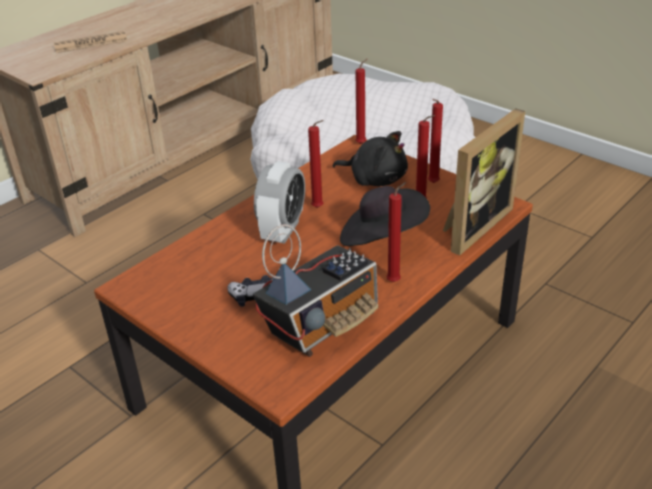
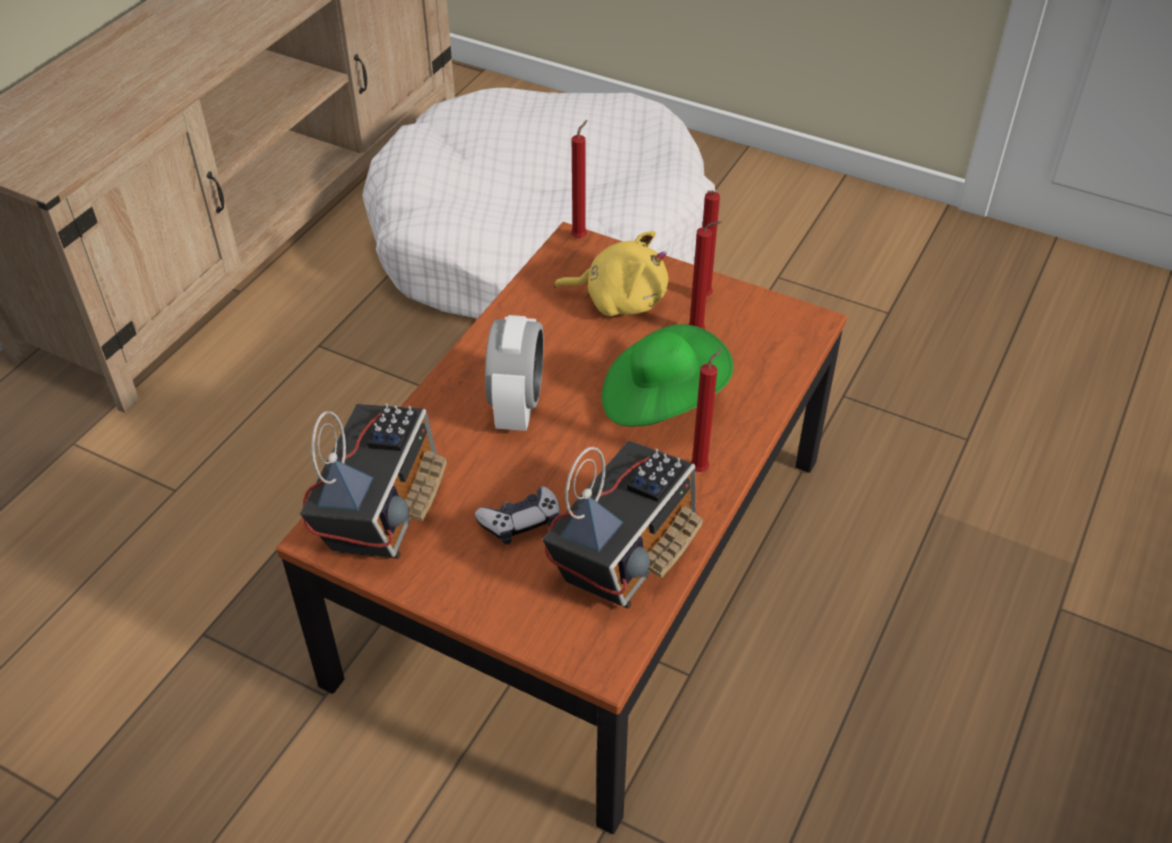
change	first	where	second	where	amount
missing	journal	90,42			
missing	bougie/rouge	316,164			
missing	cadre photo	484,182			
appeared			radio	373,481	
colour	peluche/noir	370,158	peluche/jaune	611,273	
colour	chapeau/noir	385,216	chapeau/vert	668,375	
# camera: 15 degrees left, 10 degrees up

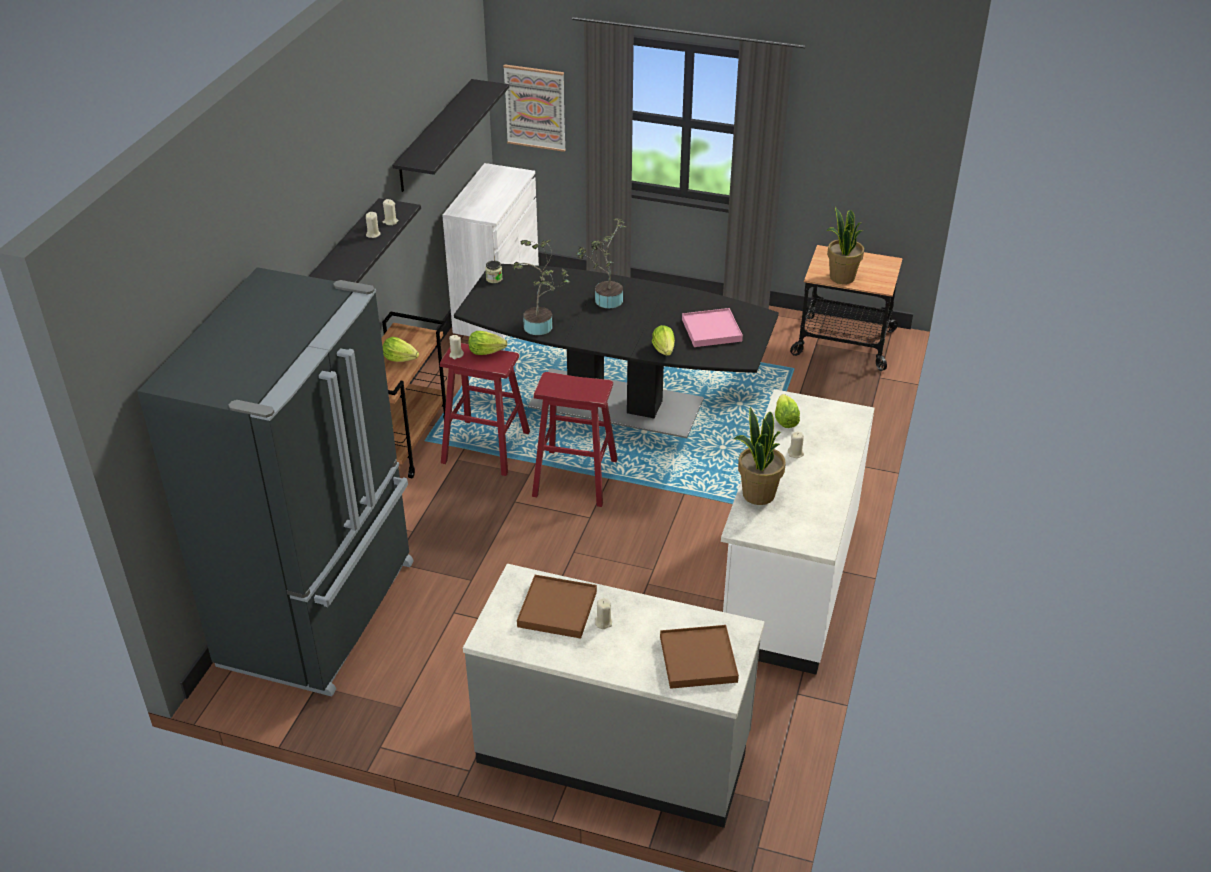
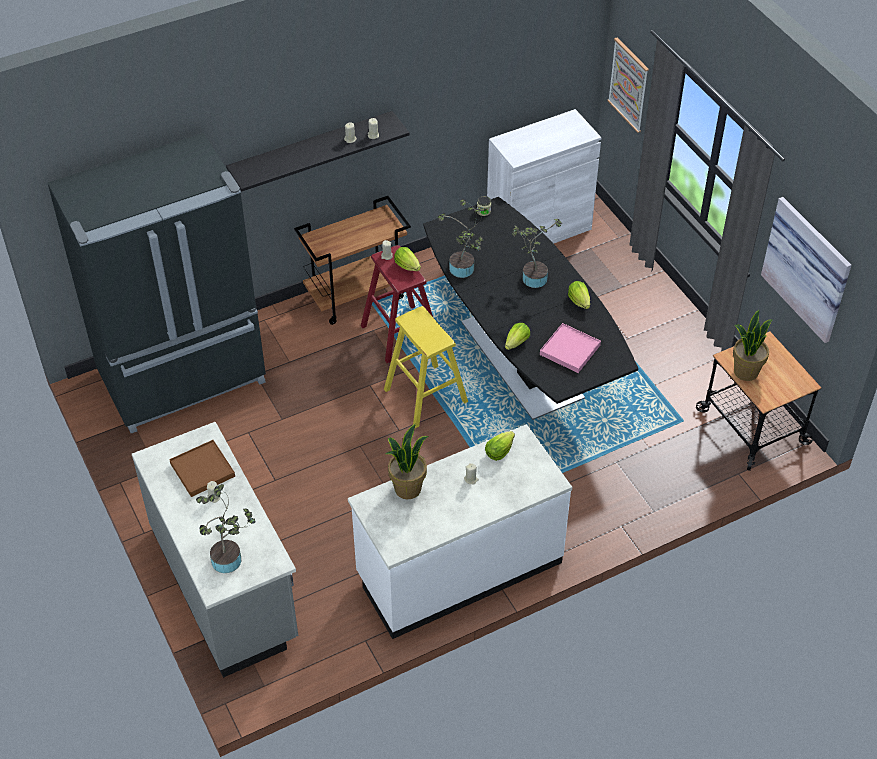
change	first	where	second	where	amount
missing	étagère/noir	450,135			
appeared			tableau	806,270	
relocated	laitue	401,349		579,295	
exchanged	plateau/marron	699,657	plante en pot	225,528	
colour	tabouret/rouge	575,439	tabouret/jaune	426,367	
# camera: 45 degrees right, 10 degrees up

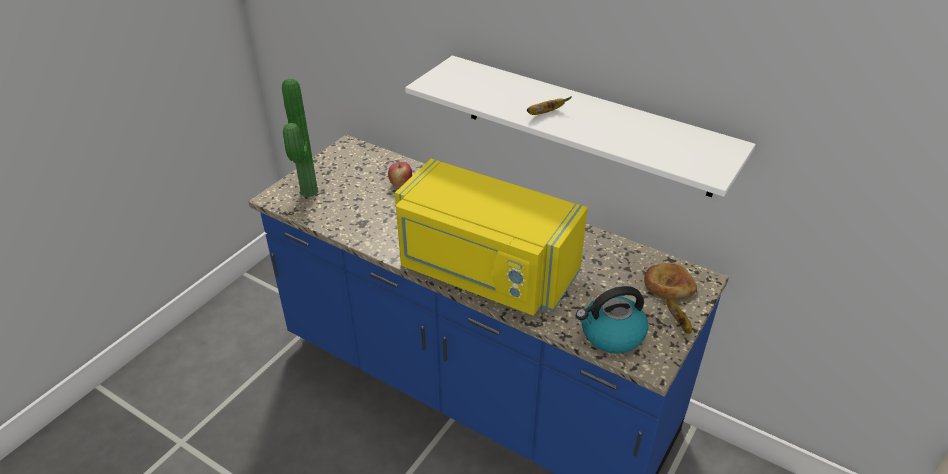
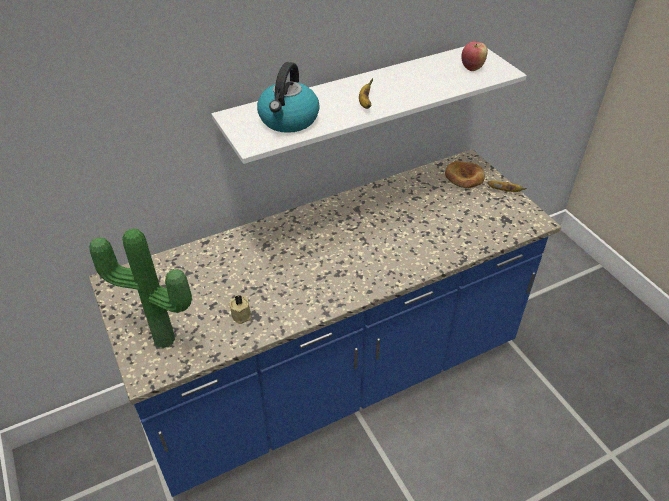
change	first	where	second	where	amount
missing	micro-ondes/jaune	491,237			
appeared			bougie/beige	240,309	
relocated	pomme	400,174		474,56	
relocated	bouilloire	612,320		288,97	
# camera: 60 degrees left, 5 degrees up

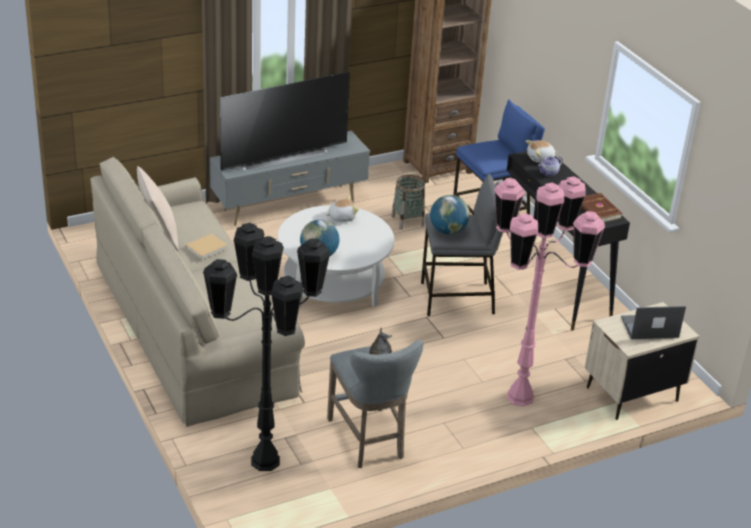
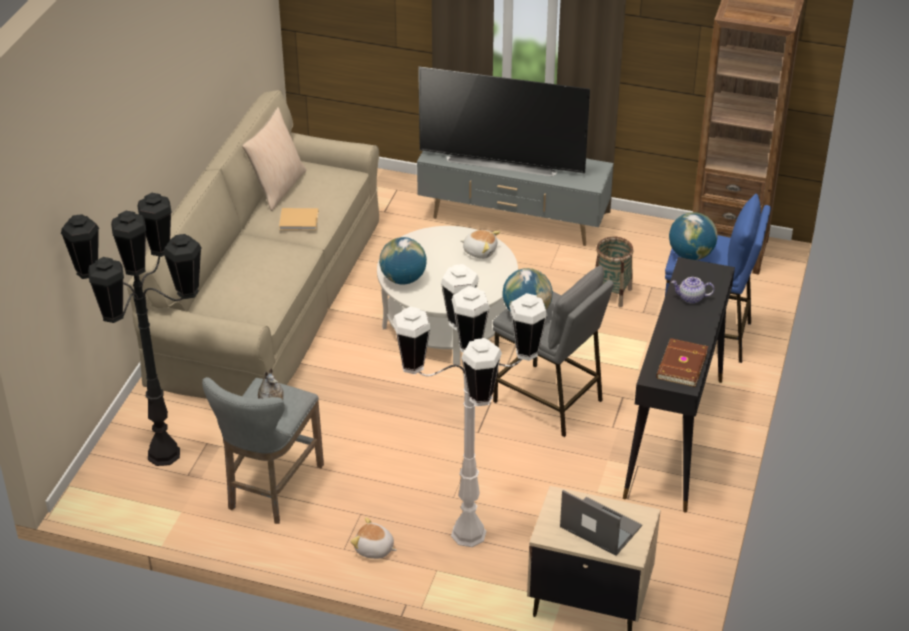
change	first	where	second	where	amount
appeared			globe	693,236	
relocated	peluche	541,151		373,538	
colour	lampadaire/rose	549,291	lampadaire/blanc	470,405	
# camera: 45 degrees right, 5 degrees up

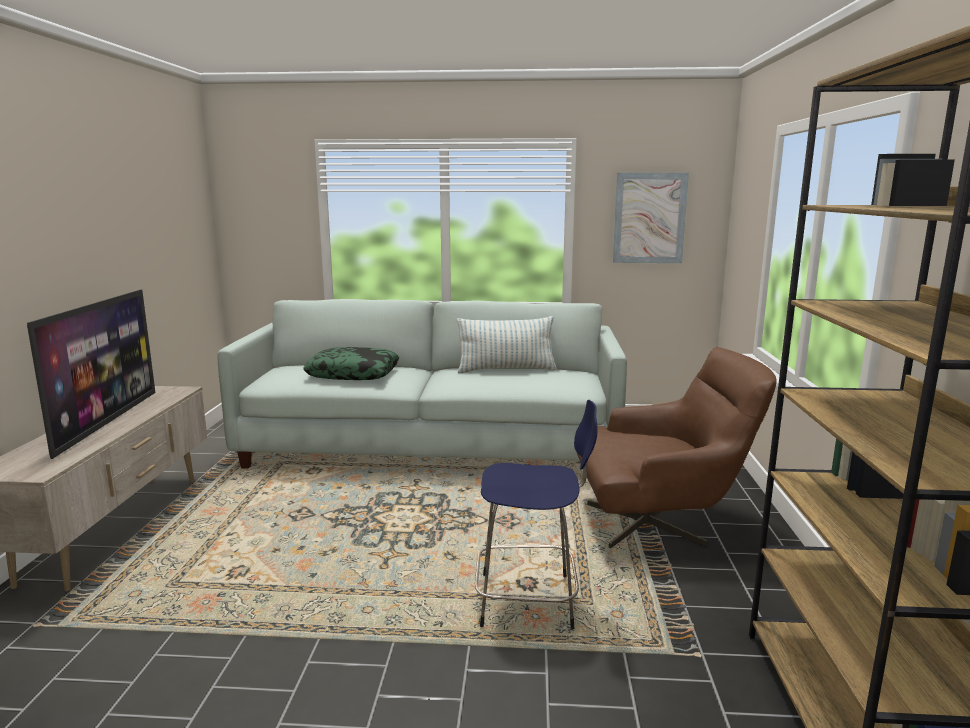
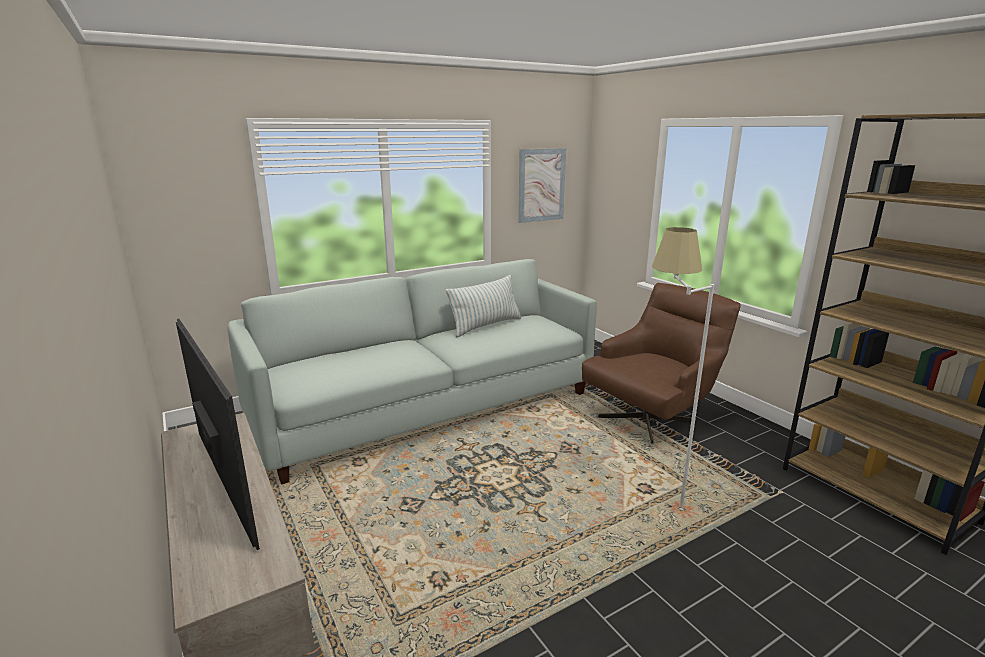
change	first	where	second	where	amount
missing	coussin	351,363			
exchanged	tabouret/bleu	536,514	lampadaire/blanc	683,367	
# camera: 35 degrees left, 5 degrees up

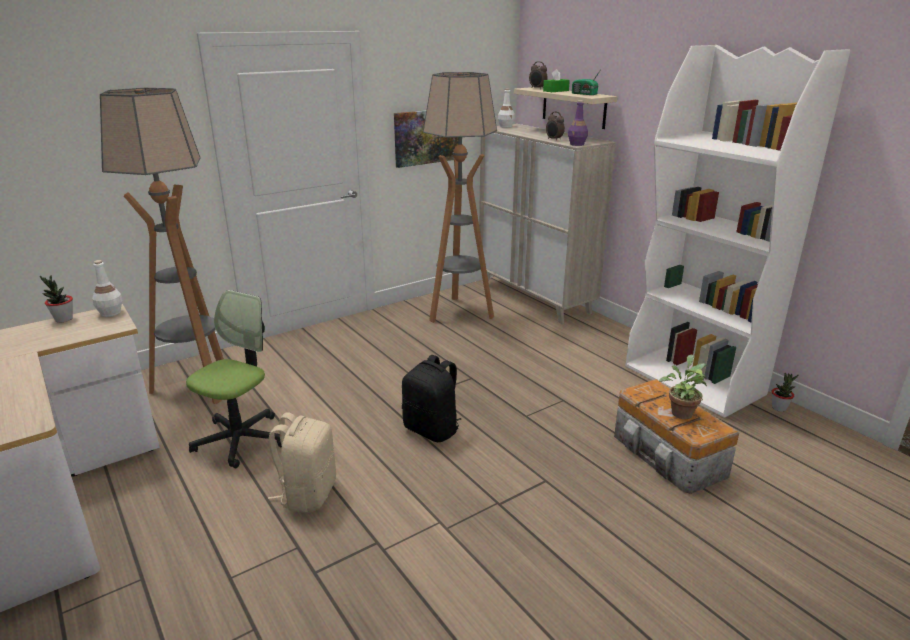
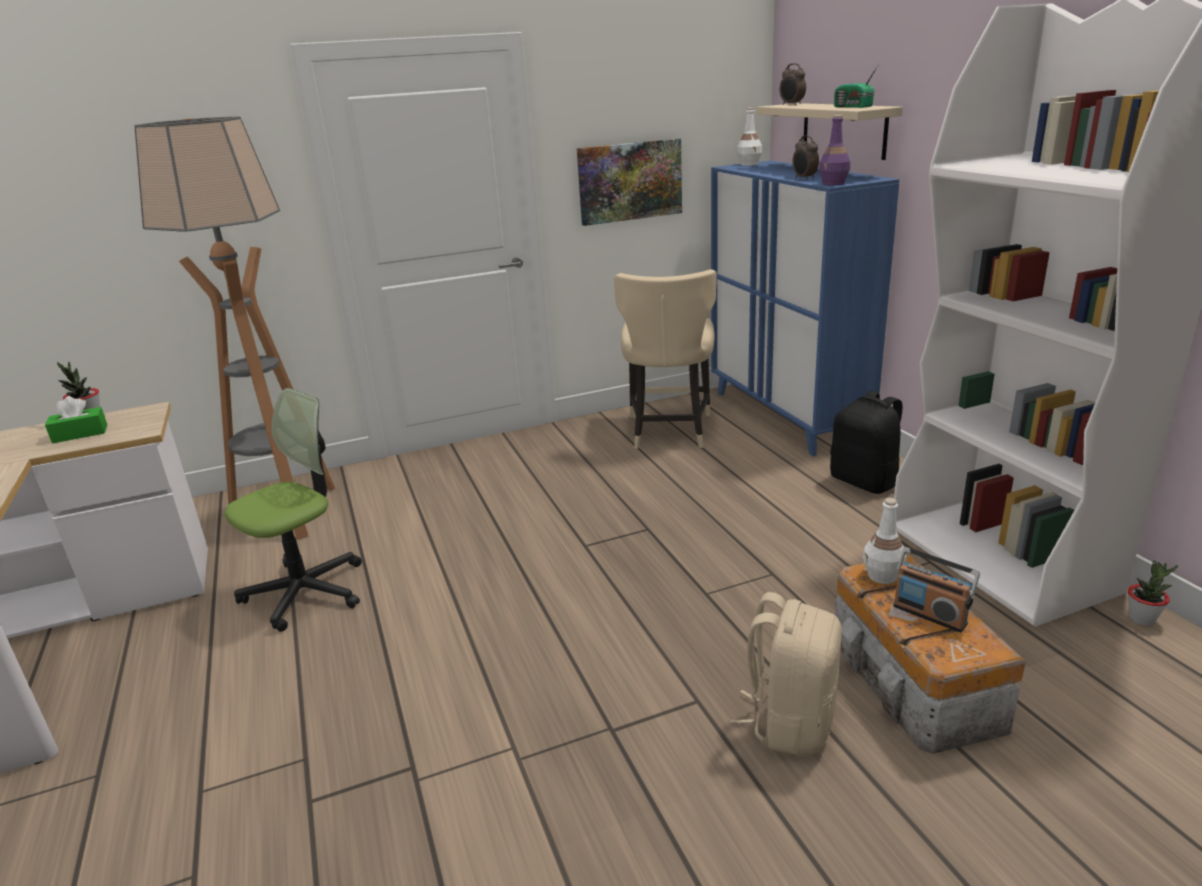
change	first	where	second	where	amount
relocated	bouteille/blanc	107,288		885,541	
relocated	sac à dos/beige	302,463		786,674	
relocated	sac à dos/noir	431,398		866,442	
relocated	boîte à mouchoirs/vert	556,80		76,419	
exchanged	lampadaire	460,197	chaise/beige	665,359	
exchanged	plante en pot	683,387	radio	936,590	
colour	meuble de rangement/beige	547,224	meuble de rangement/bleu	805,308	
# camera: 15 degrees right, 0 degrees up

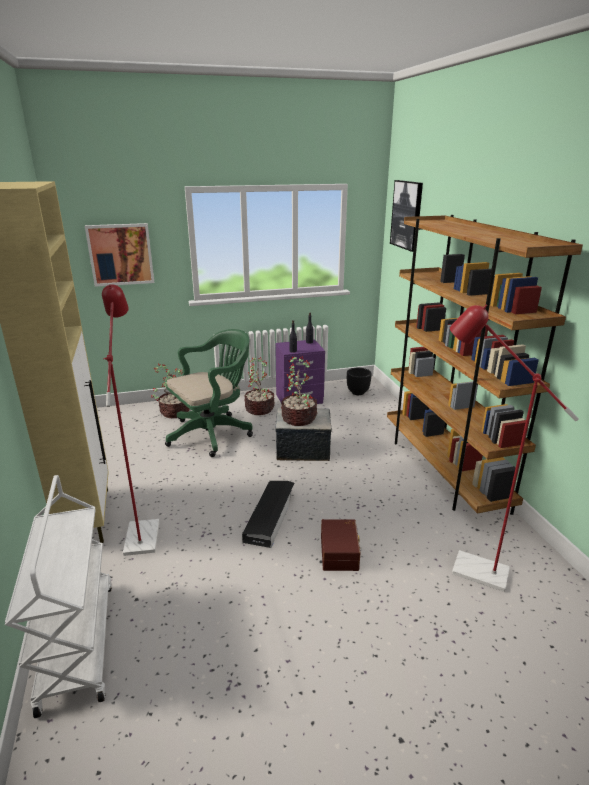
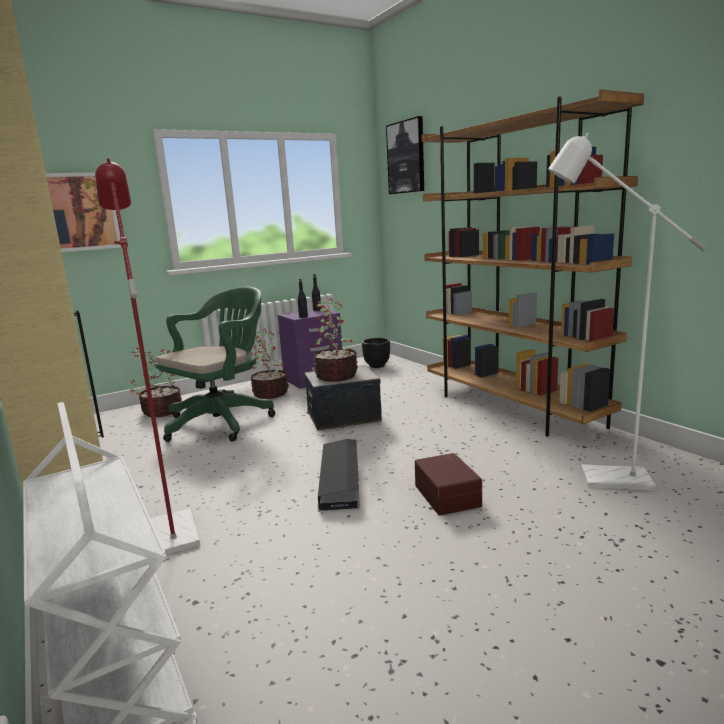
change	first	where	second	where	amount
colour	lampadaire/rouge	514,448	lampadaire/blanc	627,312	
# camera: 15 degrees left, 10 degrees down

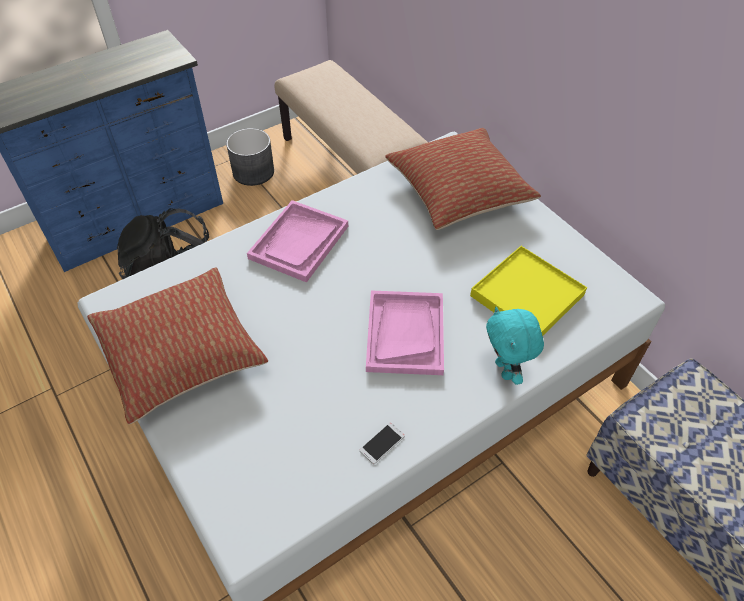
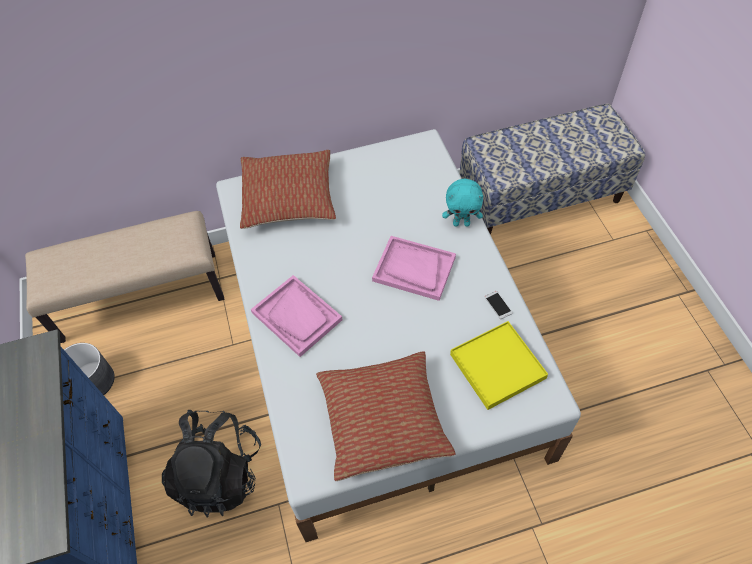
change	first	where	second	where	amount
relocated	plateau/jaune	528,291		499,365	
# camera: 70 degrees left, 5 degrees up

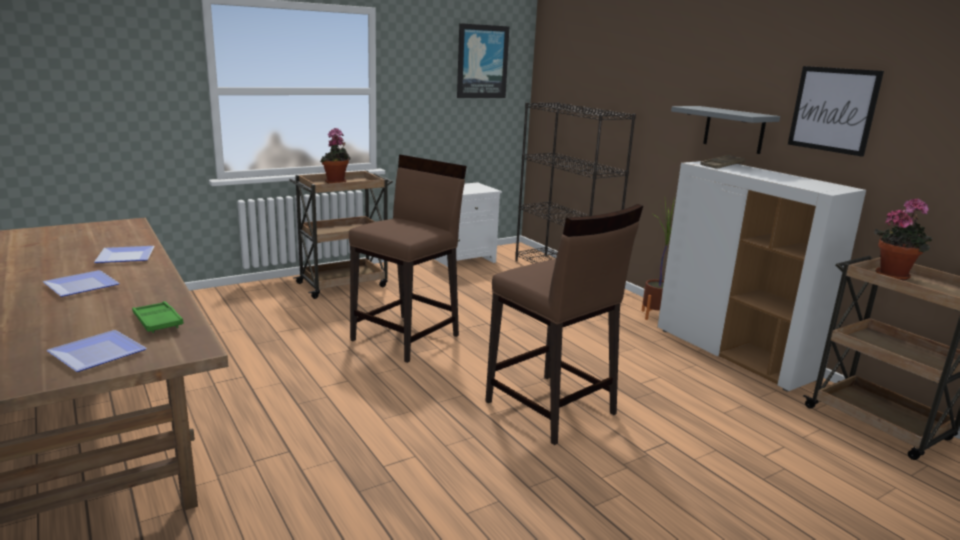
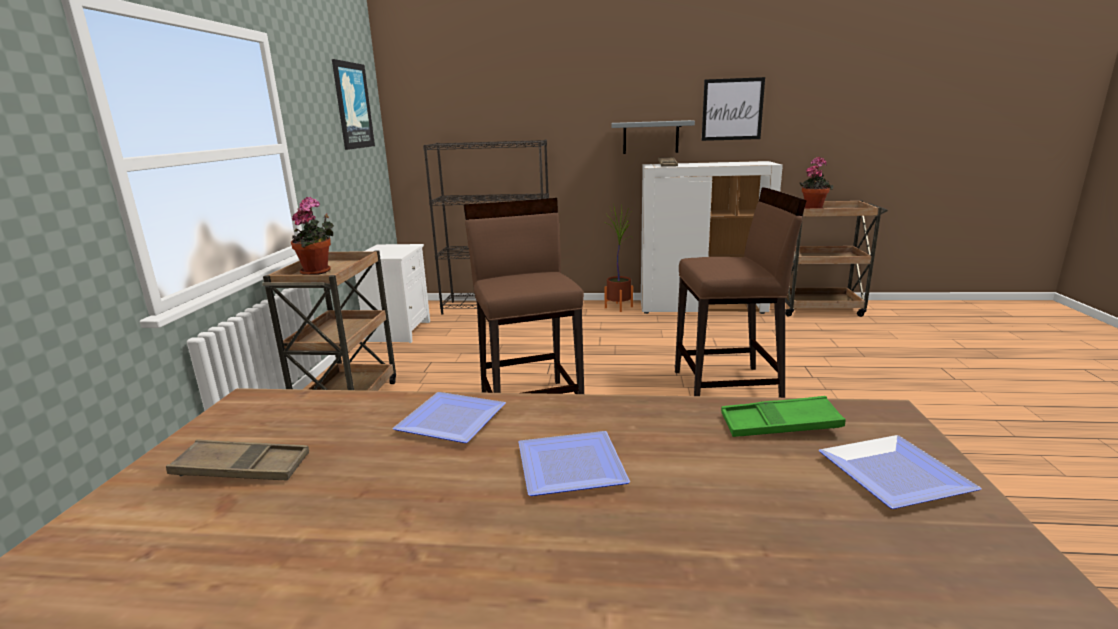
change	first	where	second	where	amount
appeared			plateau/marron	237,460	
# camera: 50 degrees left, 0 degrees up

